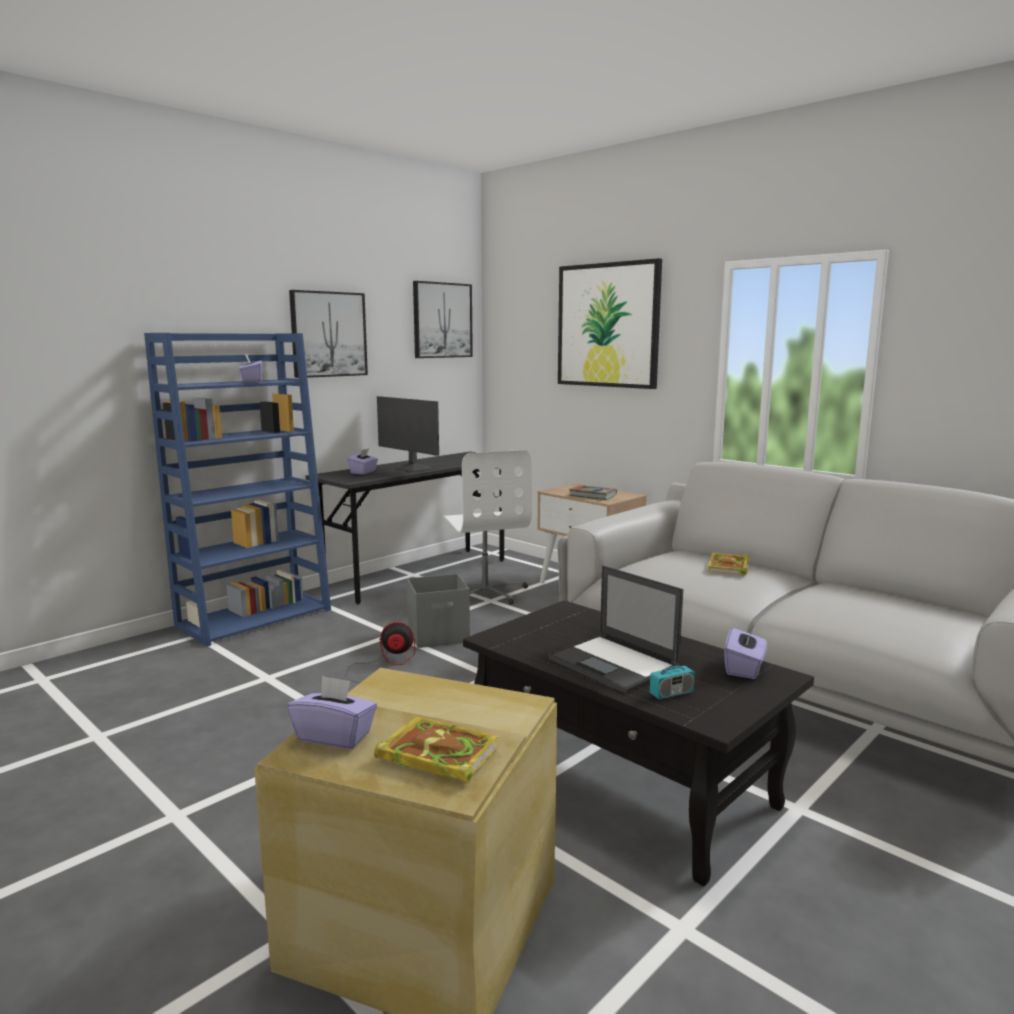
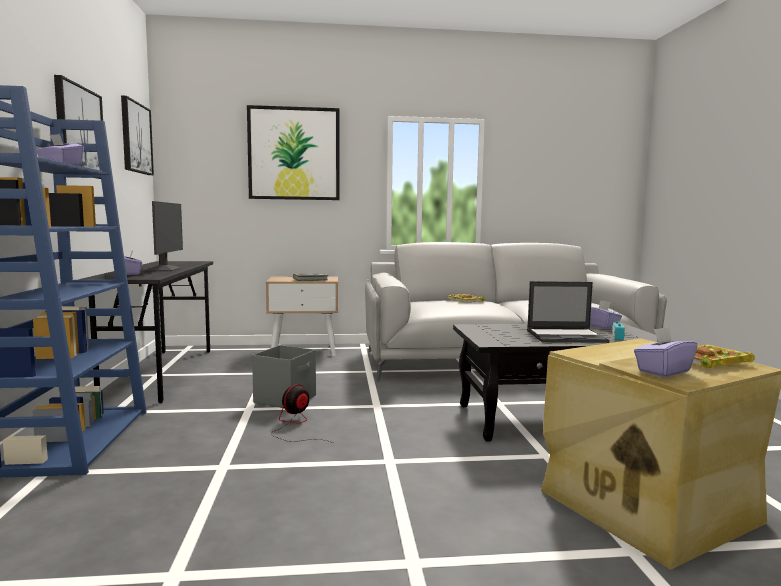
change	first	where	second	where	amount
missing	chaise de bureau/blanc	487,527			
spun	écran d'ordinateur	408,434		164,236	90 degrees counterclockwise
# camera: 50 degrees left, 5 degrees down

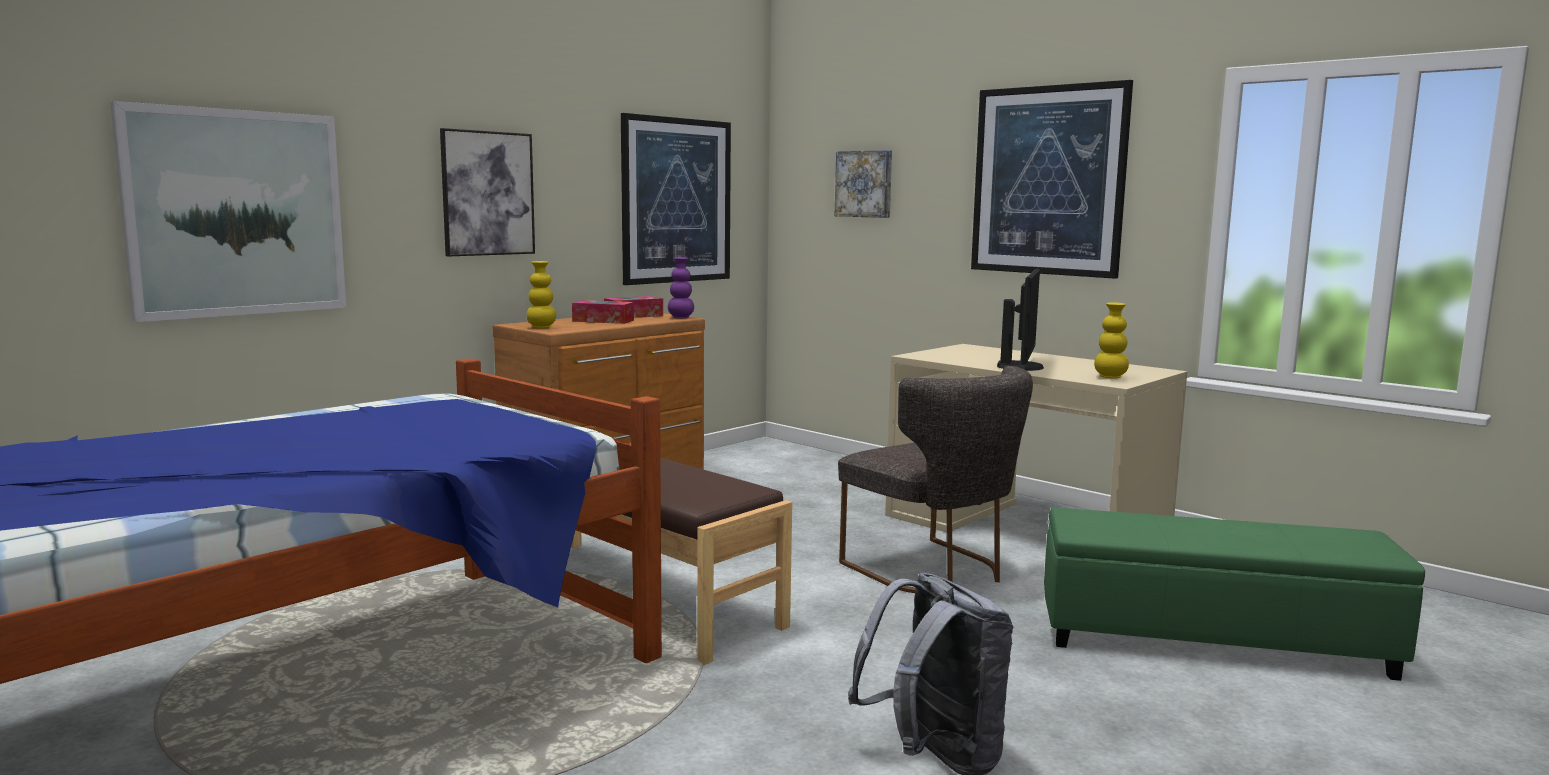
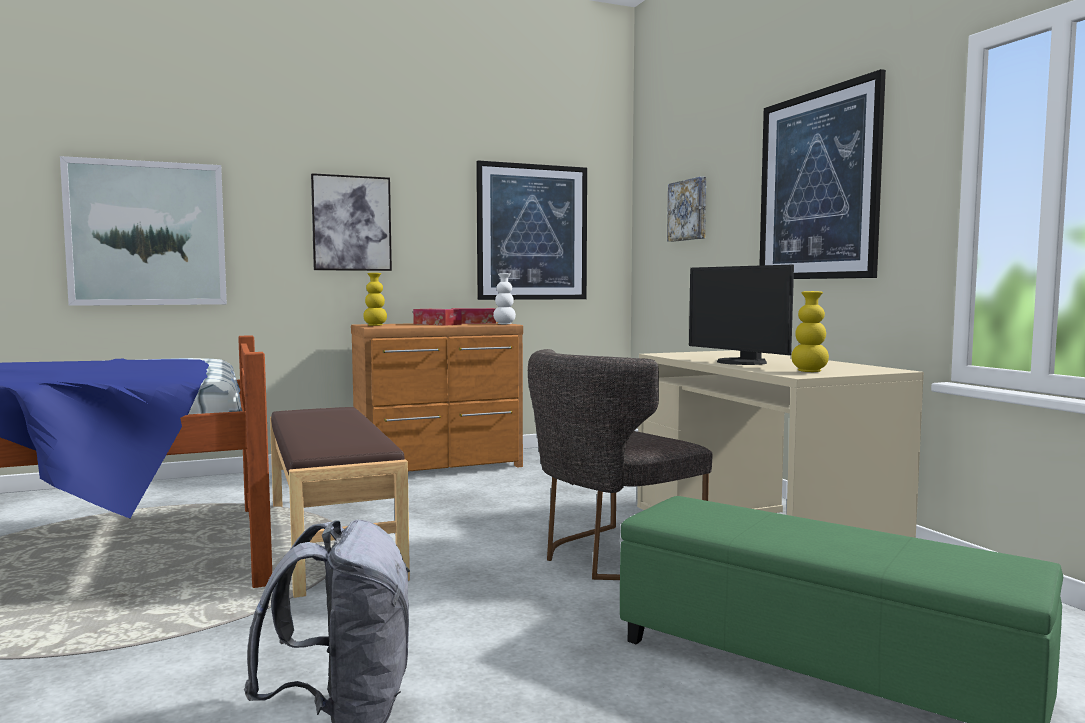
change	first	where	second	where	amount
colour	vase/violet	681,287	vase/blanc	504,298	
spun	chaise/gris	935,479		620,464	60 degrees clockwise
spun	écran d'ordinateur	1020,320		741,315	105 degrees clockwise
# camera: 25 degrees right, 5 degrees down

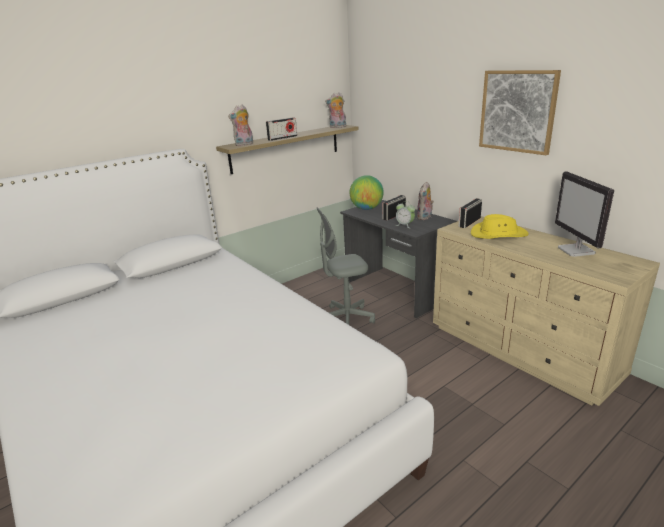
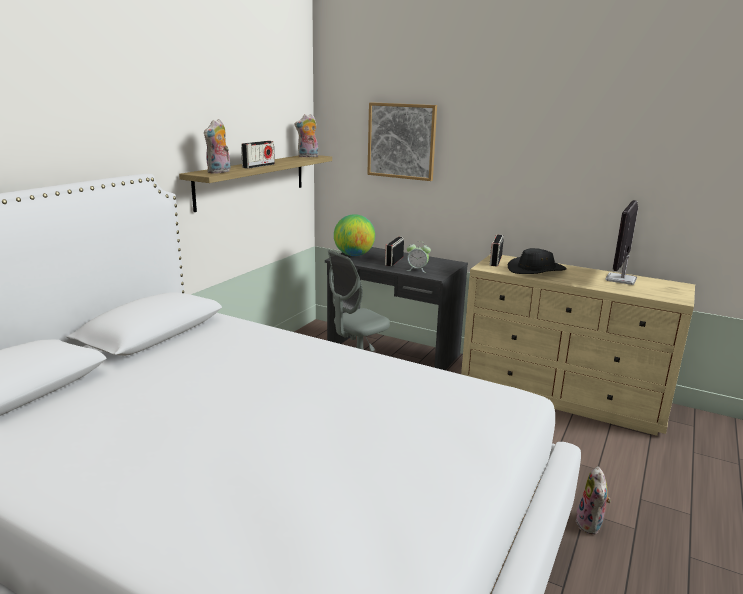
change	first	where	second	where	amount
relocated	peluche	425,201		593,500	
relocated	tableau	520,112		402,141	
colour	chapeau/jaune	500,226	chapeau/noir	537,261	
spun	écran d'ordinateur	584,214		621,242	60 degrees clockwise
# camera: 25 degrees left, 5 degrees down

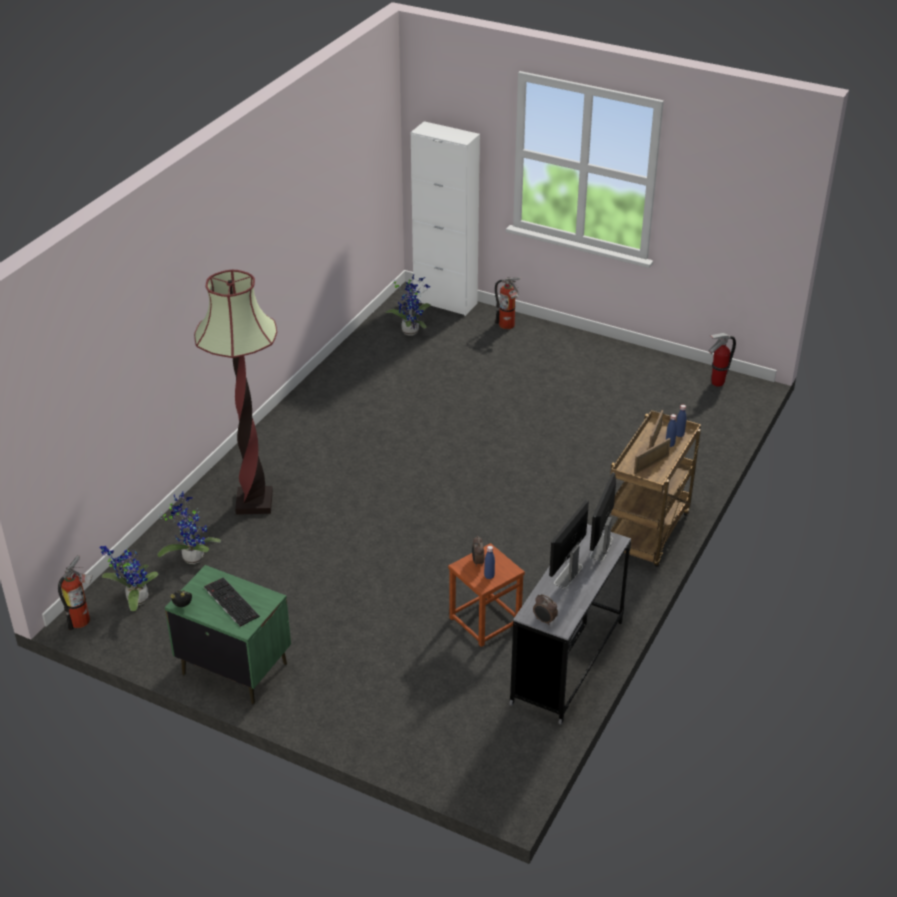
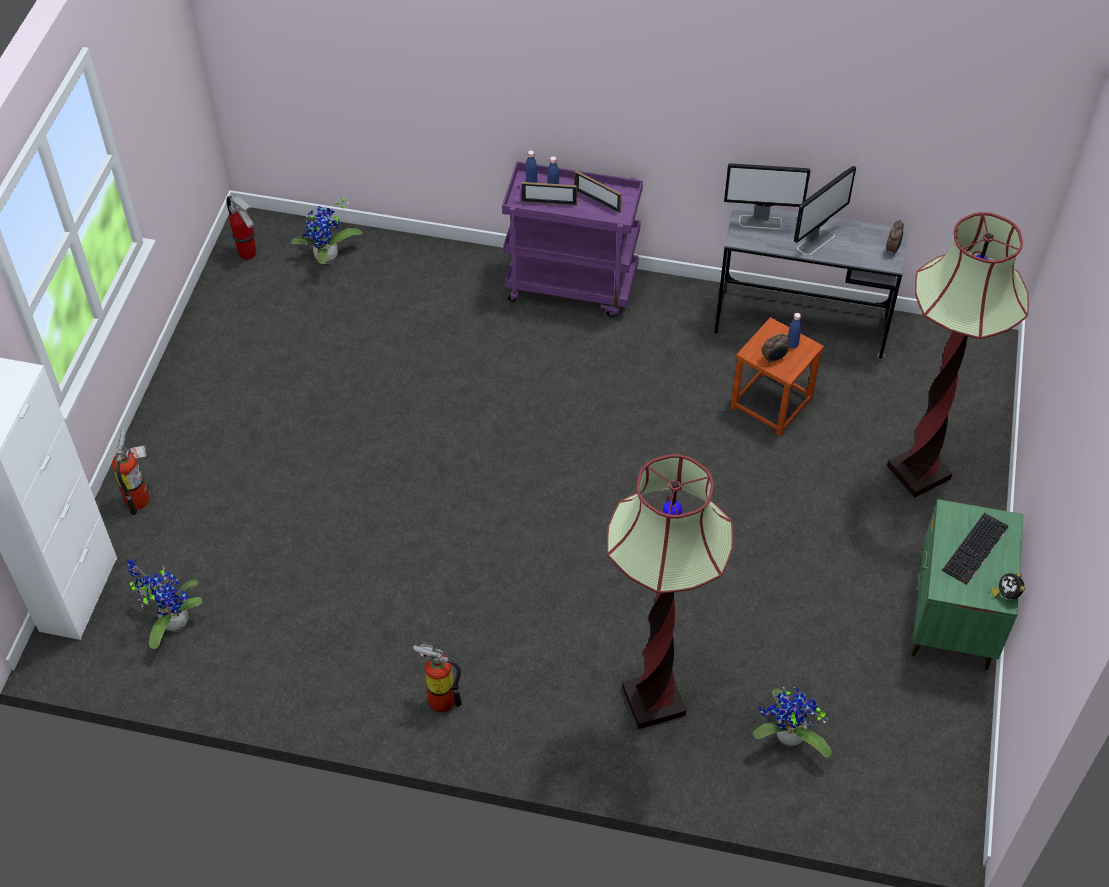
change	first	where	second	where	amount
appeared			lampadaire	958,355	
relocated	extincteur	75,592		437,678	
relocated	plante en pot	128,578		326,230	
colour	chariot/marron	655,488	chariot/violet	572,239	
spun	écran d'ordinateur	569,544		825,211	60 degrees counterclockwise
# camera: 105 degrees left, 15 degrees up

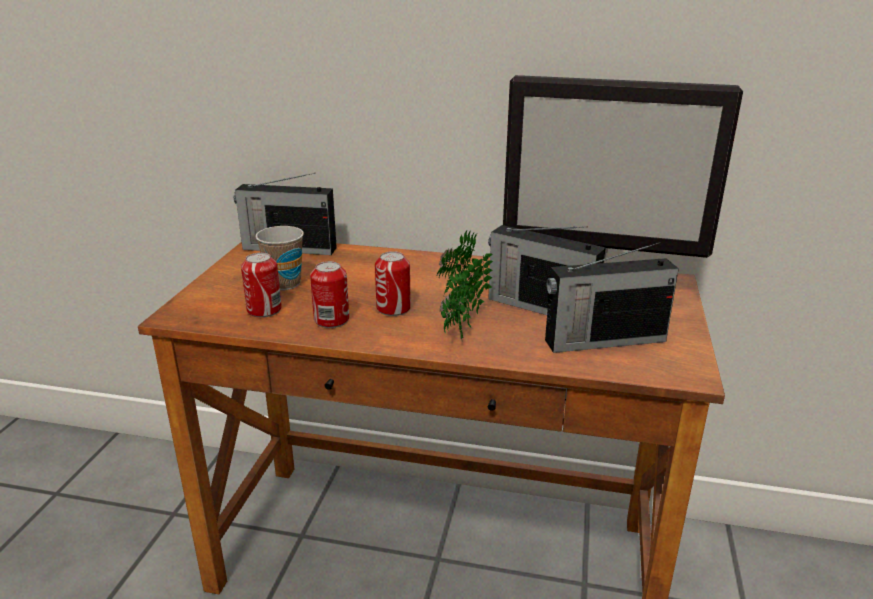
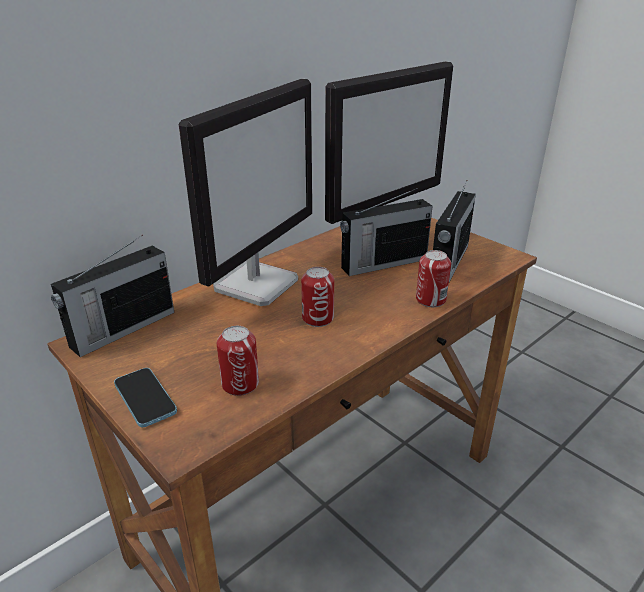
change	first	where	second	where	amount
missing	tasse	279,258			
missing	plante en pot	464,285			
appeared			téléphone	145,397	
appeared			écran d'ordinateur	245,192	
relocated	boîte métallique	329,294		433,278	
# camera: 55 degrees left, 5 degrees up

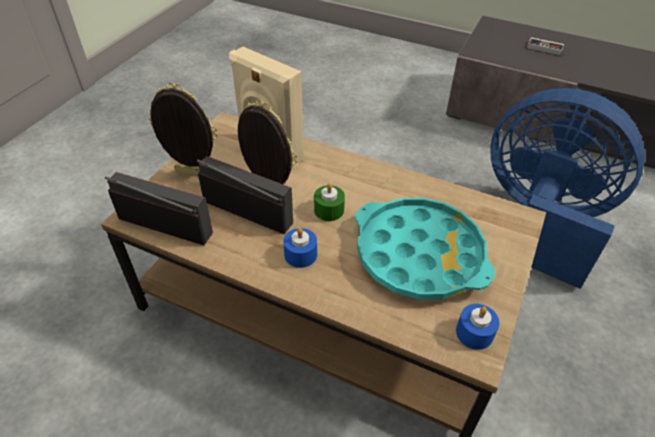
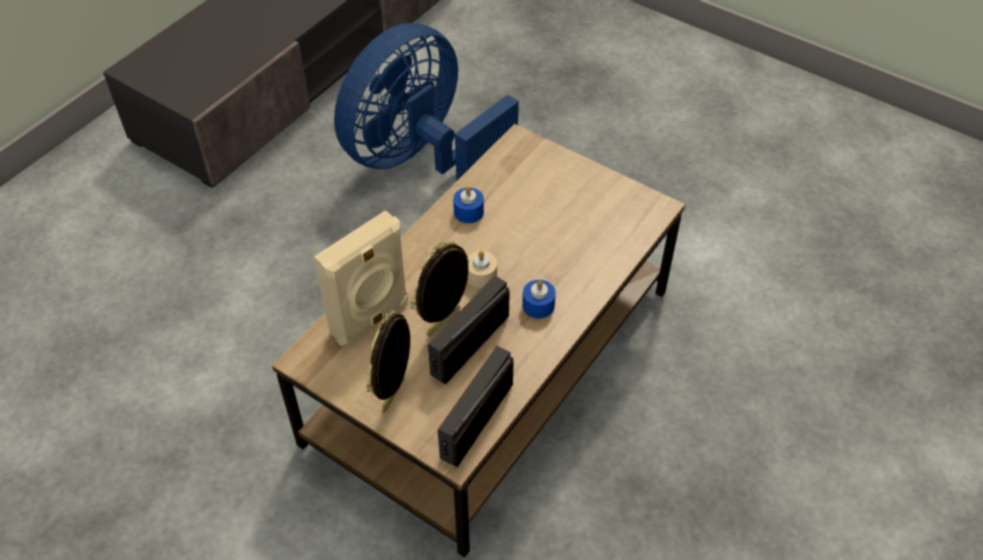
change	first	where	second	where	amount
missing	plateau/turquoise	425,249			
missing	manette	545,46			
relocated	bougie/bleu	478,327		468,204	
colour	bougie/vert	329,202	bougie/beige	482,270	
# camera: 80 degrees left, 5 degrees up

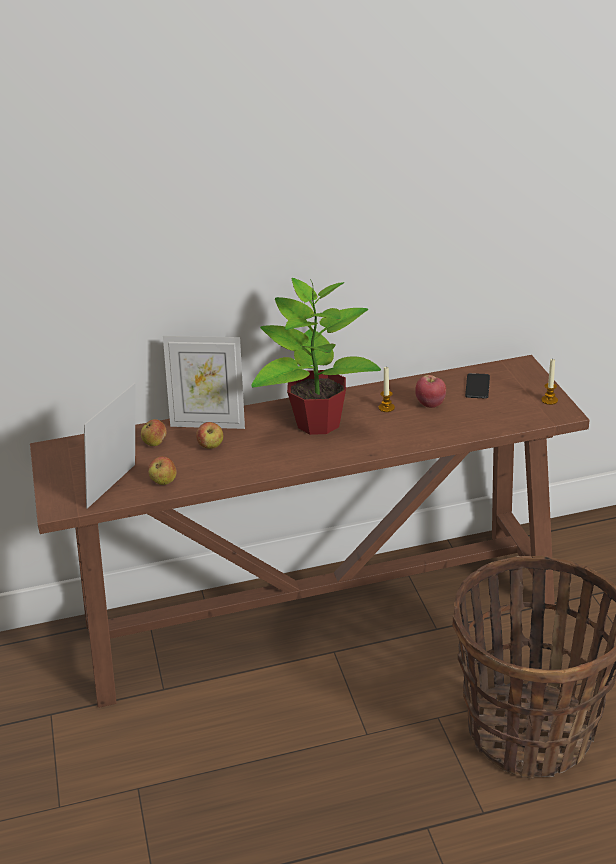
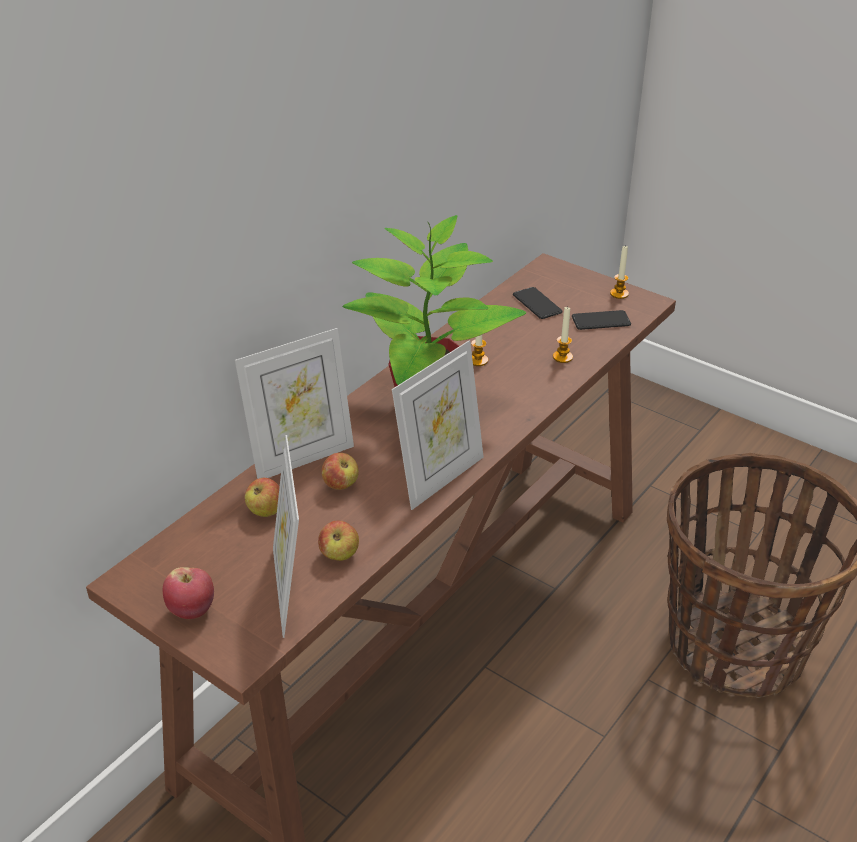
change	first	where	second	where	amount
appeared			cadre photo	438,425	
appeared			bougie	563,334	
appeared			téléphone	601,320	
relocated	pomme	430,391		188,593	
# camera: 40 degrees left, 5 degrees up

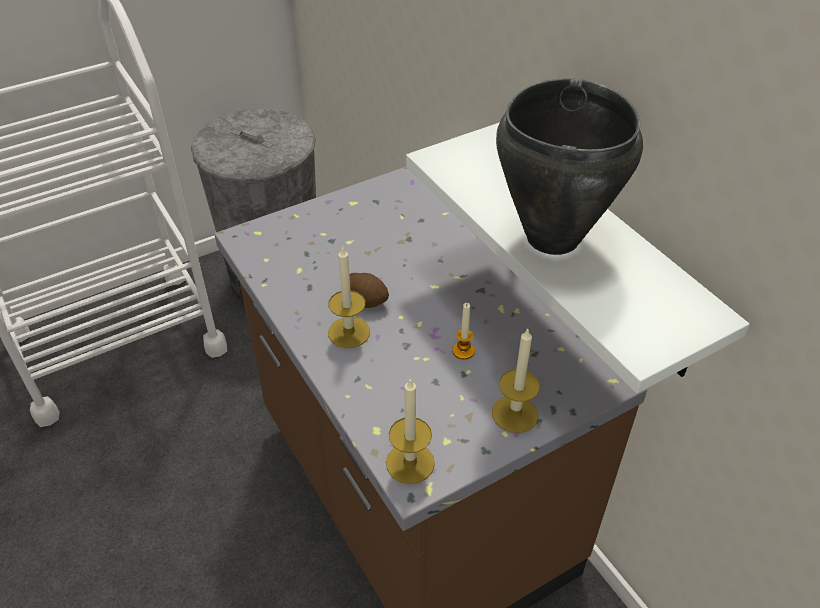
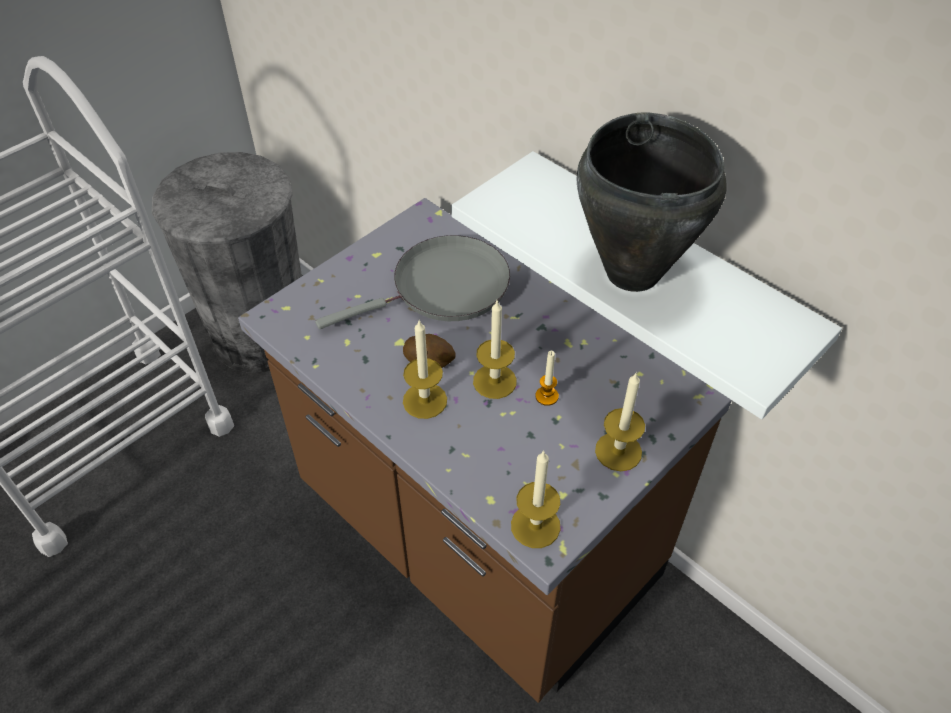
change	first	where	second	where	amount
appeared			poêle/gris	412,282	
appeared			bougie	495,350	
# camera: 15 degrees left, 5 degrees up

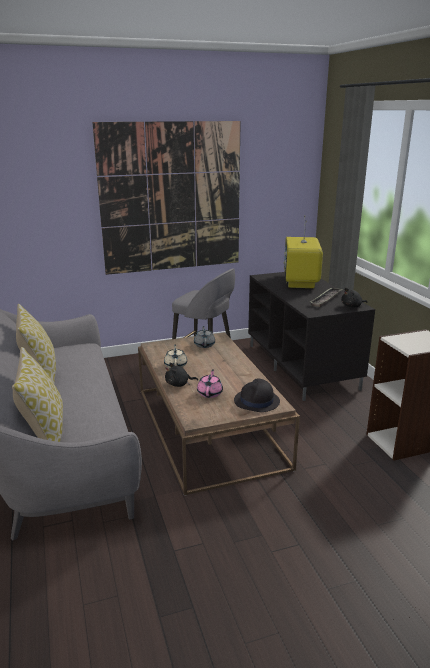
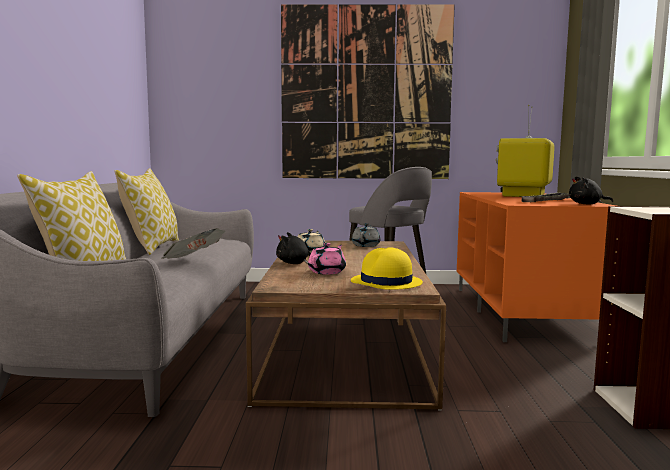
change	first	where	second	where	amount
appeared			journal	193,243	
colour	chapeau/noir	257,395	chapeau/jaune	387,268	
colour	meuble télé/noir	311,336	meuble télé/orange	536,267	
# camera: 20 degrees right, 15 degrees down

